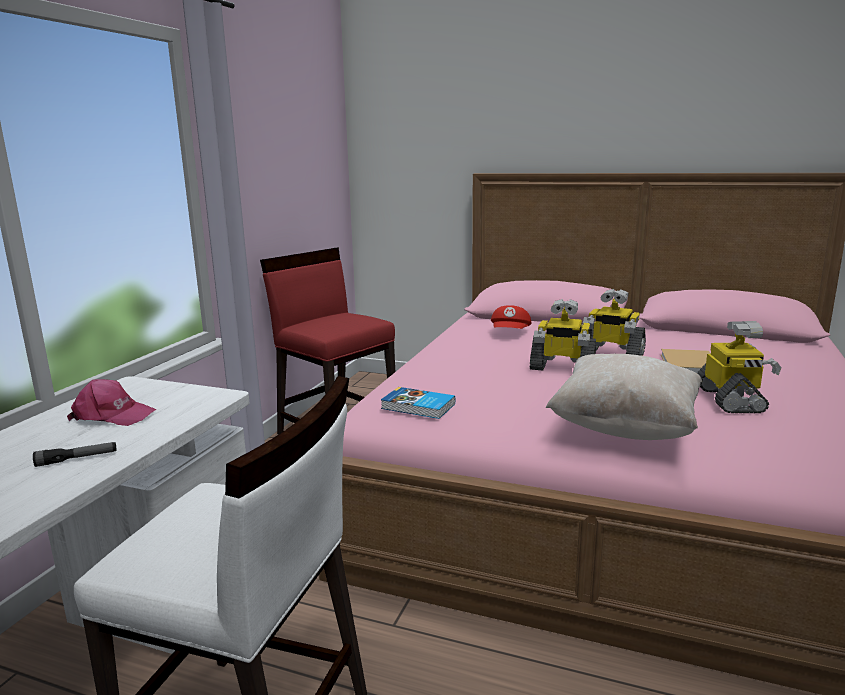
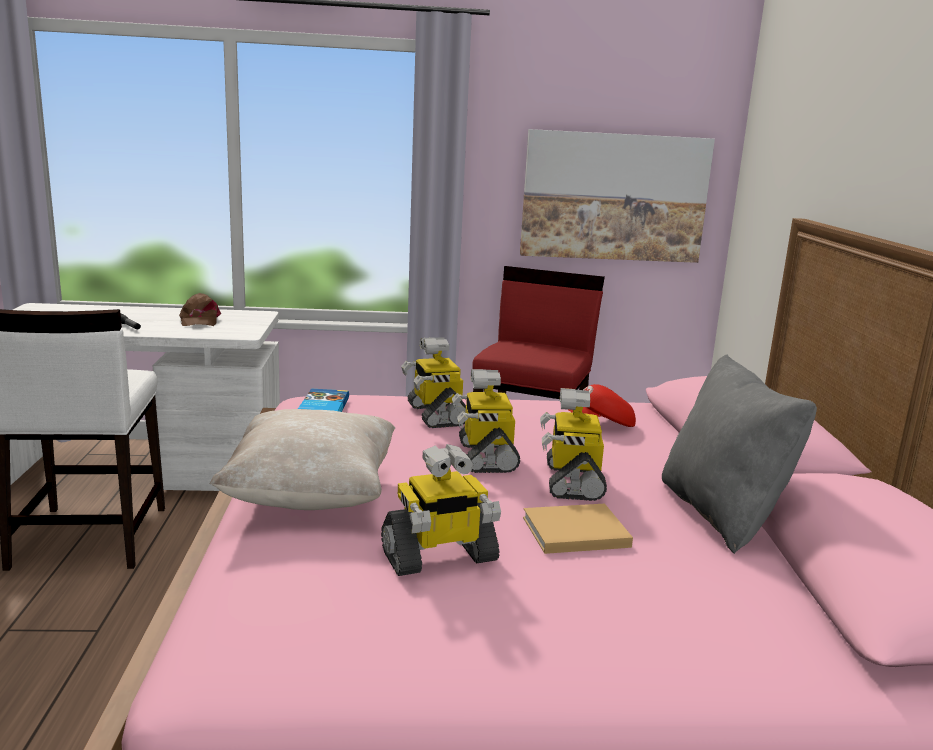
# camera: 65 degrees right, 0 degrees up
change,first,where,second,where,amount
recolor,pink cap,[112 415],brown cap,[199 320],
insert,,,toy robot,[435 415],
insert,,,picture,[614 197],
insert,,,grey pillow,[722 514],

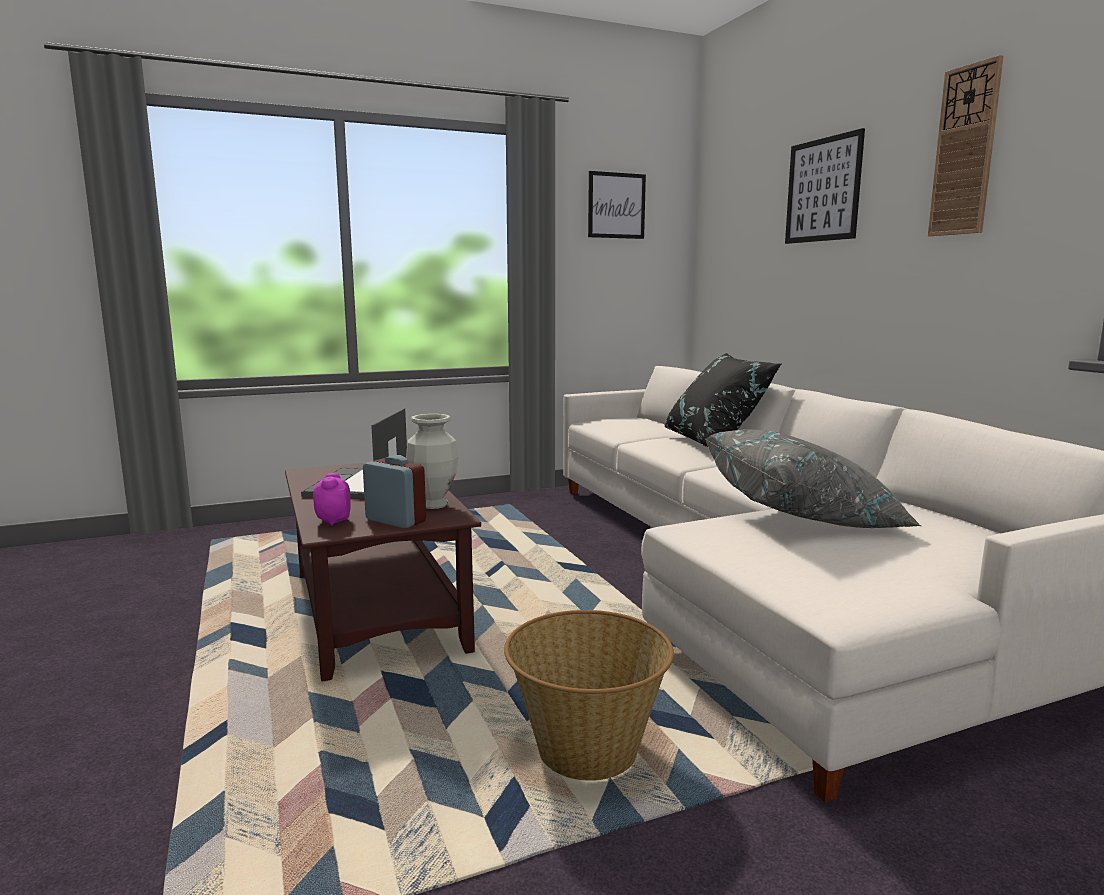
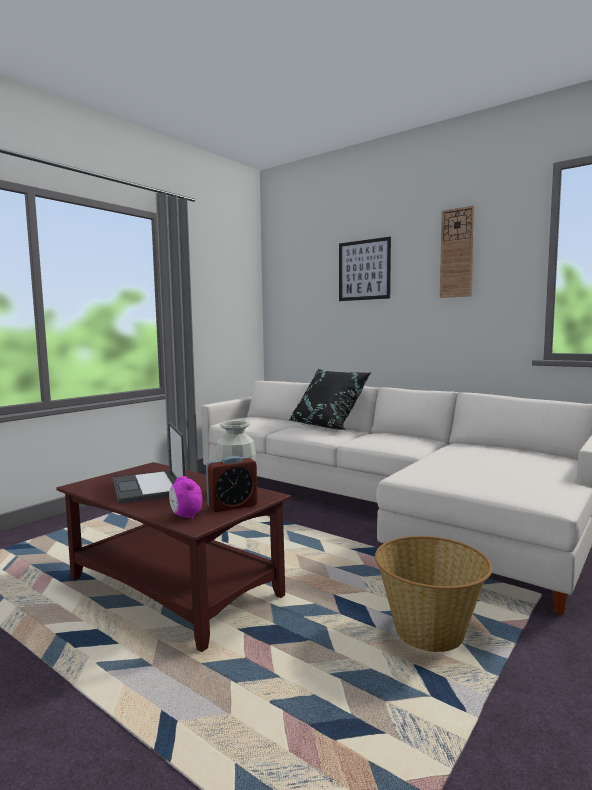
# camera: 30 degrees left, 5 degrees down
change,first,where,second,where,amount
rotate,alarm clock,[395 521],,[232 506],150 degrees clockwise
delete,picture,[616 205],,,
delete,grey pillow,[802 516],,,

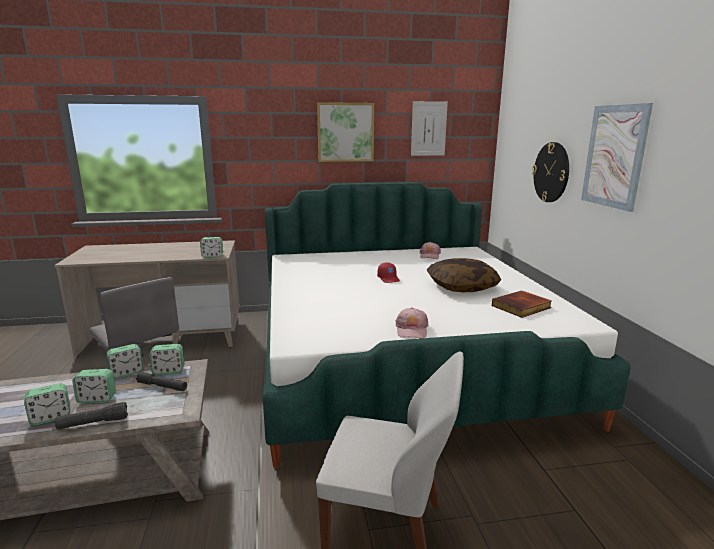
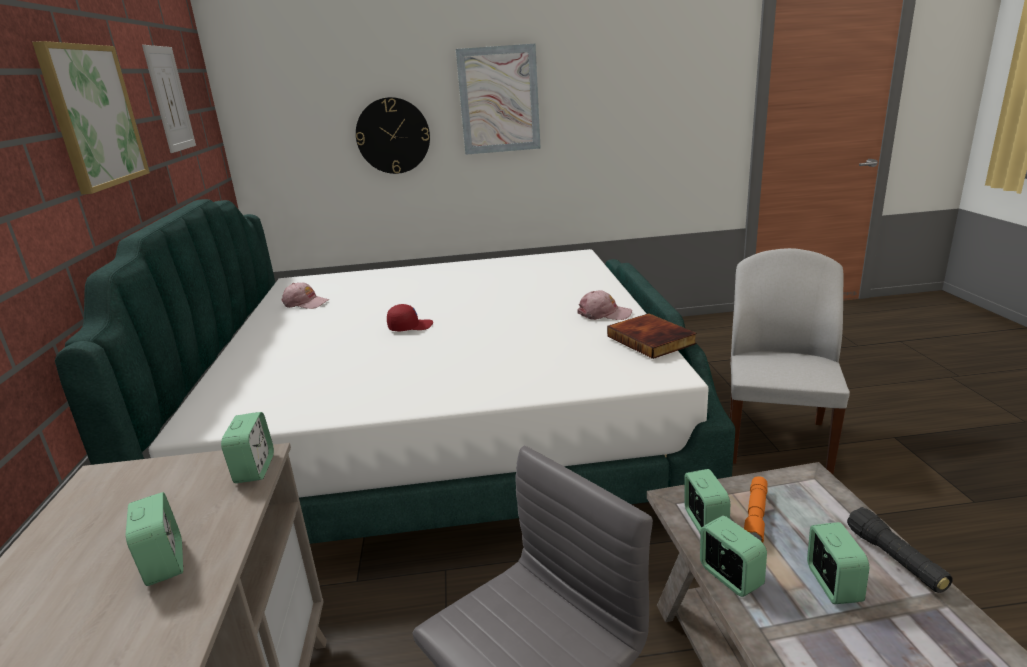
# camera: 85 degrees left, 5 degrees up
change,first,where,second,where,amount
move,alarm clock,[51 417],,[164 563],
move,book,[521 307],,[652 339],
recolor,grey flashlight,[162 386],orange flashlight,[755 516],
delete,pillow,[462 286],,,

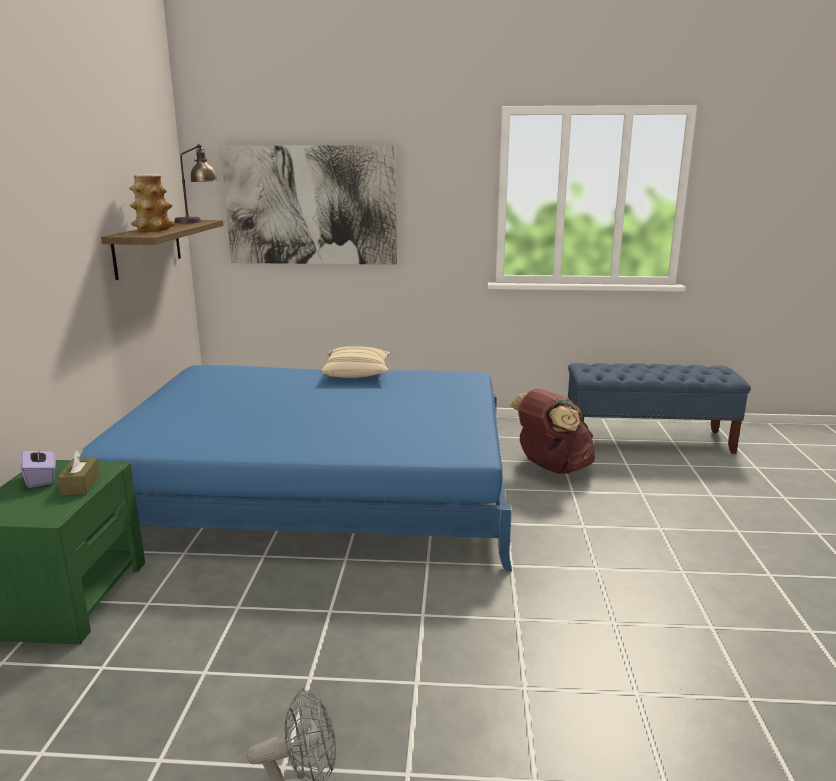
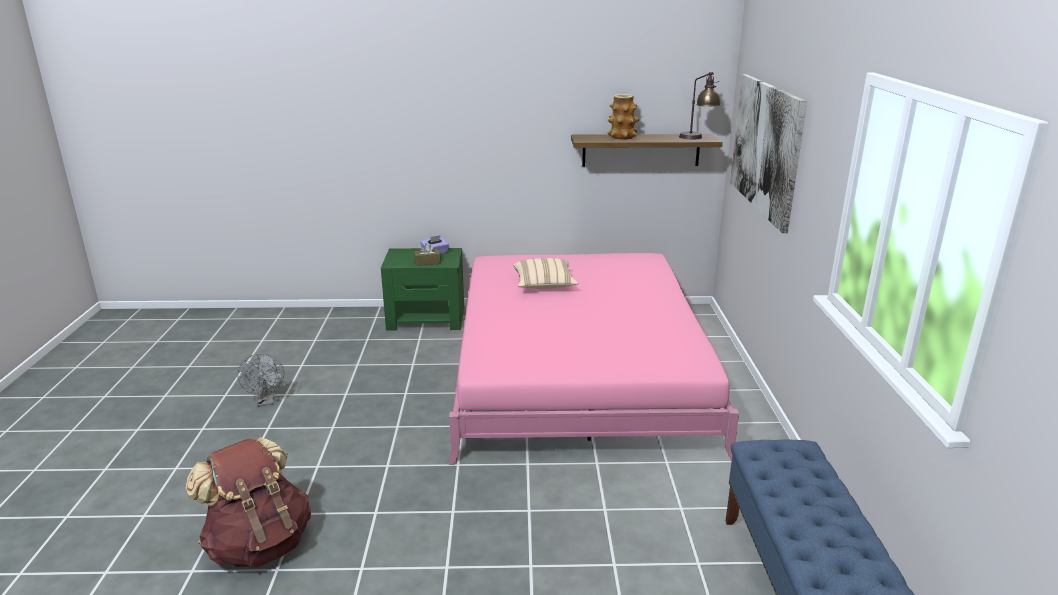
# camera: 85 degrees right, 5 degrees up
change,first,where,second,where,amount
move,brown backpack,[551 467],,[259 544],
recolor,blue bed,[318 485],pink bed,[577 370],
move,beige pillow,[357 375],,[544 285],

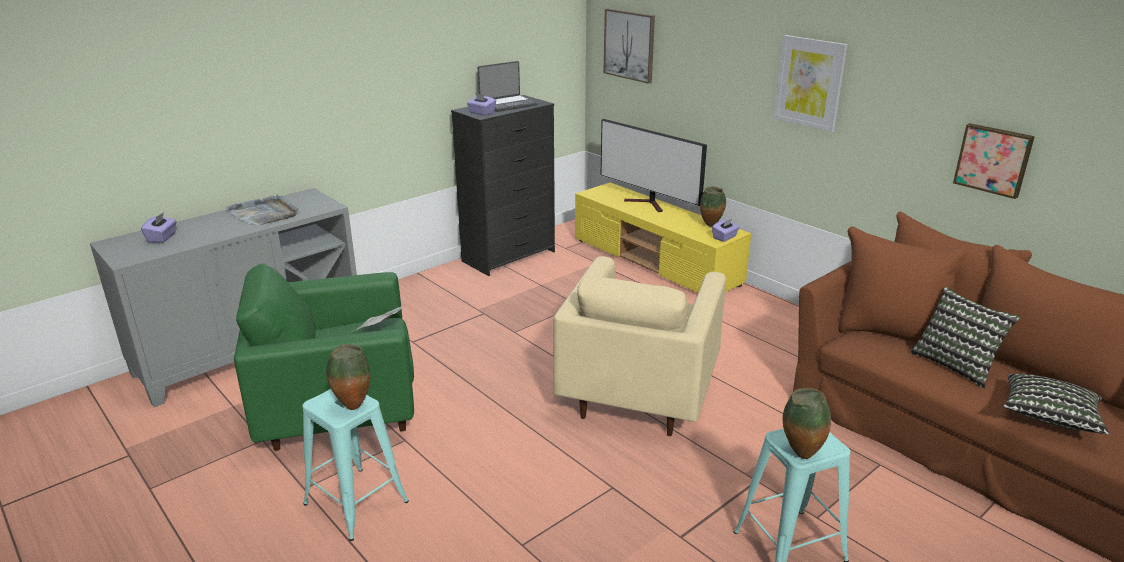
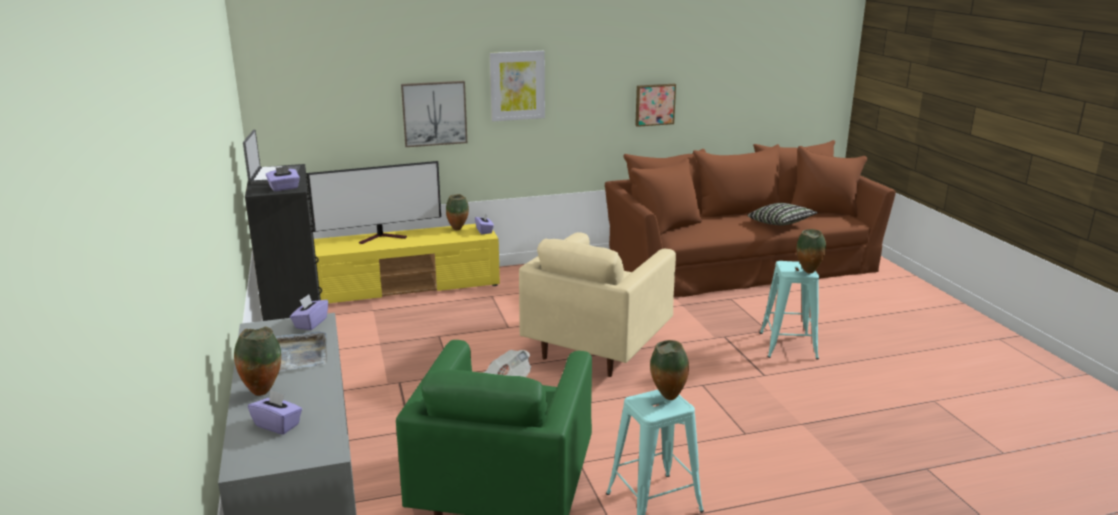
# camera: 65 degrees left, 5 degrees down
change,first,where,second,where,amount
insert,,,vase,[262 392],
insert,,,purple tissue box,[310 323],
move,picture,[629 45],,[434 113],
rotate,beige armchair,[638 393],,[597 346],75 degrees clockwise
delete,pillow,[956 364],,,

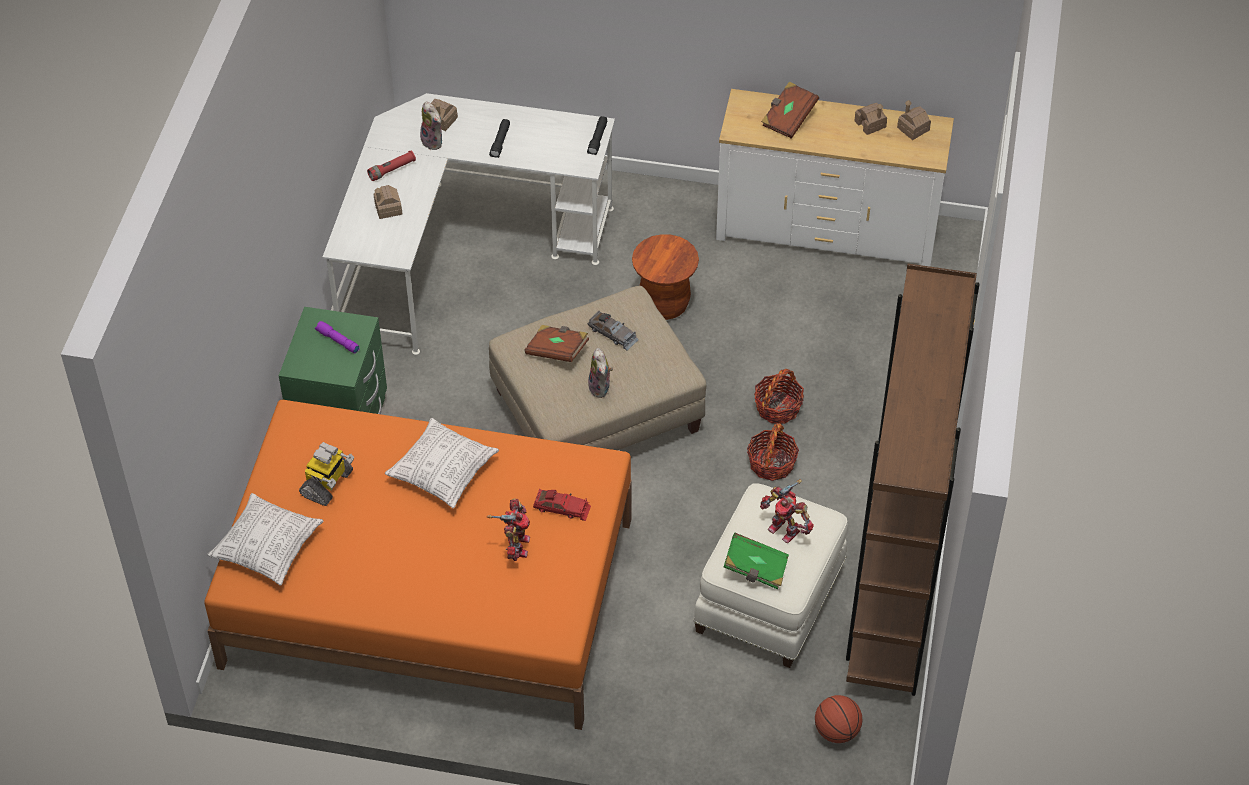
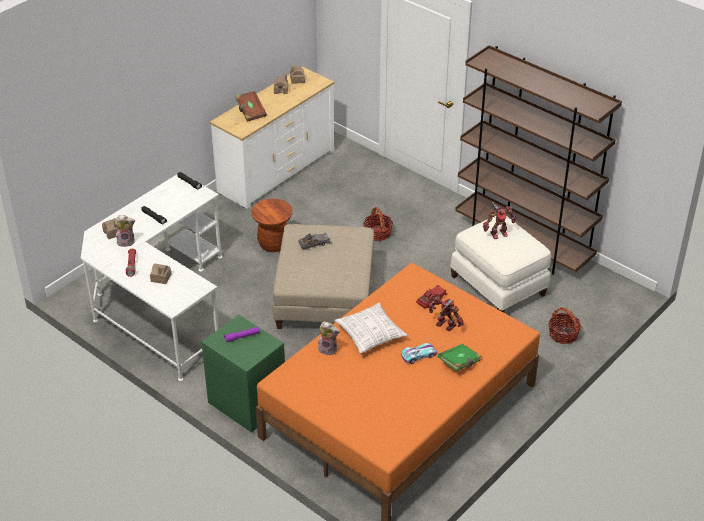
# camera: 60 degrees left, 10 degrees down
change,first,where,second,where,amount
move,plush toy,[601 388],,[328 349],
insert,,,toy car,[419 355],
move,green book,[755 569],,[459 363],
move,basket,[771 464],,[563 334],
delete,pillow,[268 547],,,
delete,toy robot,[327 484],,,
delete,brown book,[557 351],,,
delete,basketball,[837 731],,,

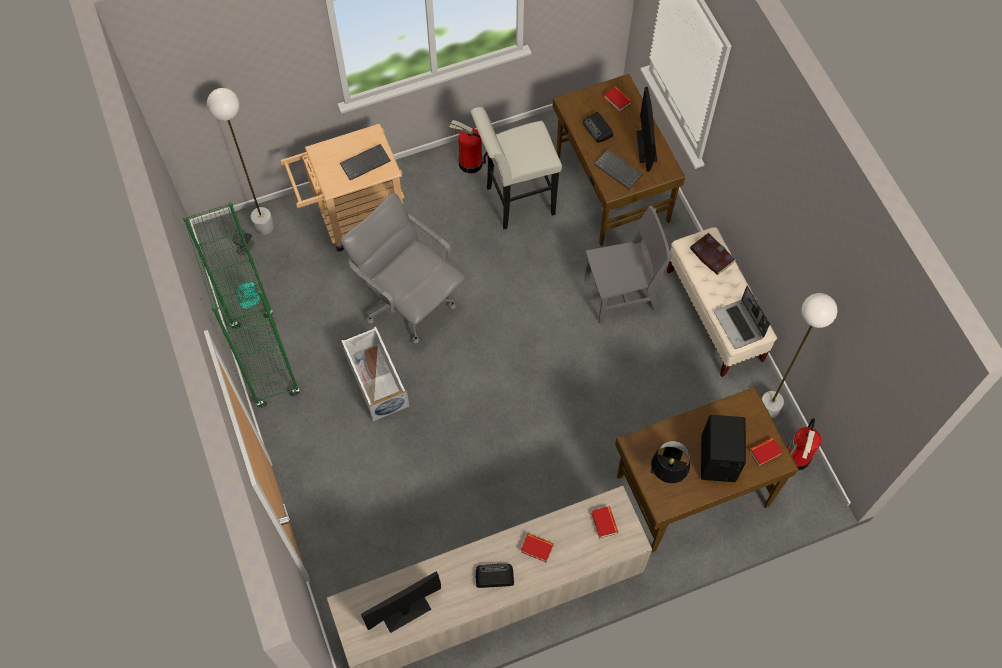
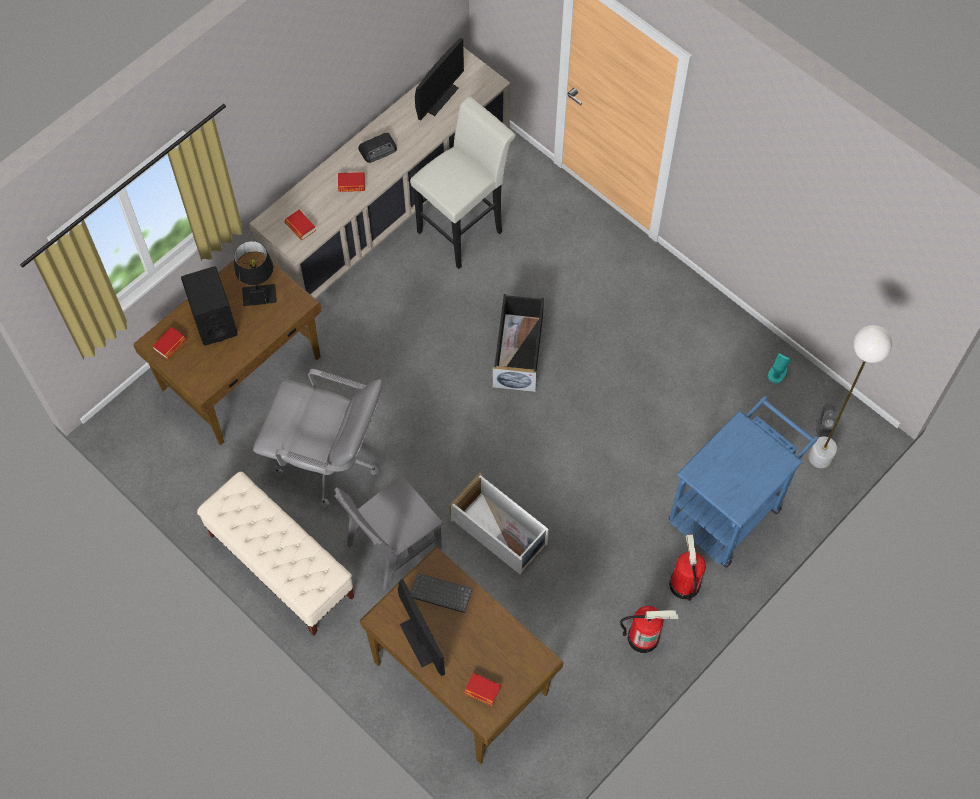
# camera: 155 degrees right, 0 degrees up
change,first,where,second,where,amount
move,grey office chair,[409 301],,[328 460],
move,white stool,[515 202],,[464 228],
move,white storage box,[376 380],,[500 532],
insert,,,black storage box,[518 351],
recolor,beige cart,[354 219],blue cart,[730 508],
move,fire extinguisher,[797 457],,[684 584],
delete,green bookcase,[265 360],,,
delete,keyboard,[365 162],,,
delete,radio,[598 129],,,
delete,book,[711 255],,,
delete,laptop,[739 325],,,
delete,white floor lamp,[768 409],,,

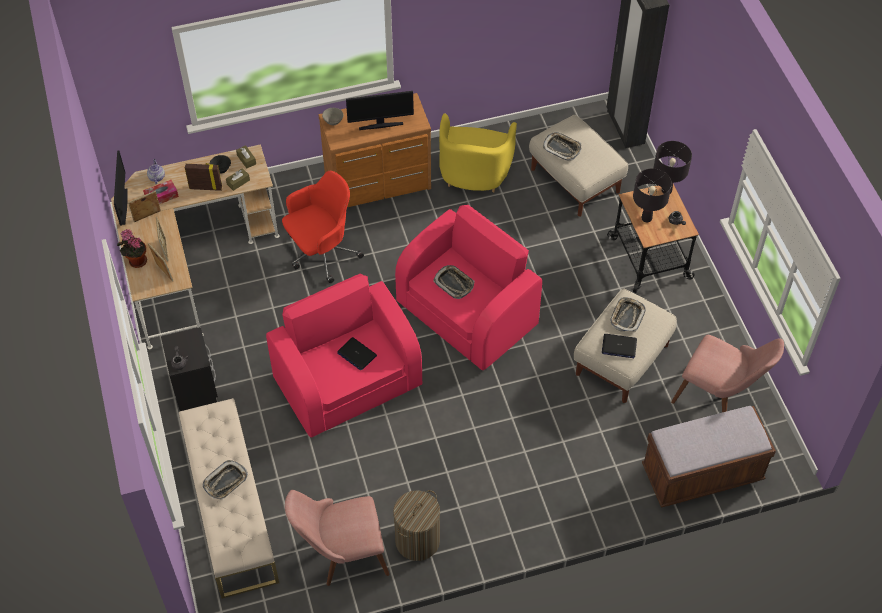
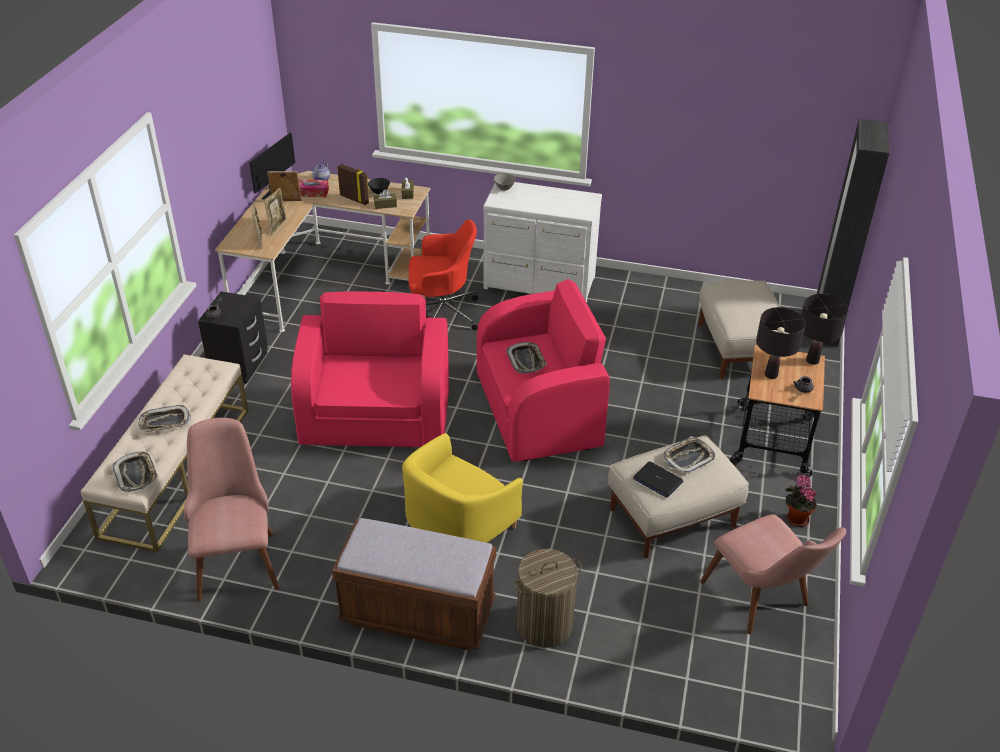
# camera: 30 degrees right, 15 degrees down
change,first,where,second,where,amount
move,tray,[562 148],,[136 474],
rotate,pink chair,[341 554],,[236 556],60 degrees clockwise
move,brown bench,[702 474],,[417 614],
move,yellow armchair,[474 173],,[457 526],
recolor,brown dresser,[379 184],white dresser,[539 284],
move,laundry basket,[417 541],,[544 625],
move,potted plant,[136 261],,[795 518],
delete,laptop,[356 354],,,
delete,monitor,[380 125],,,

